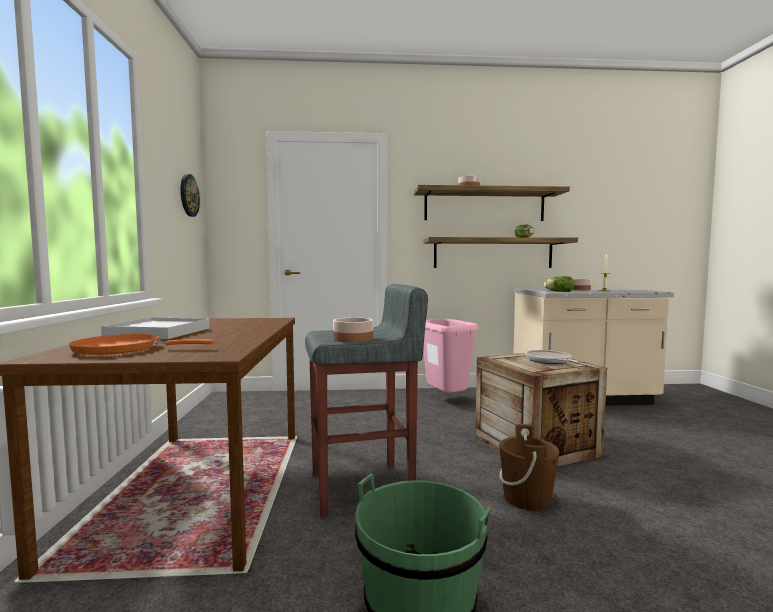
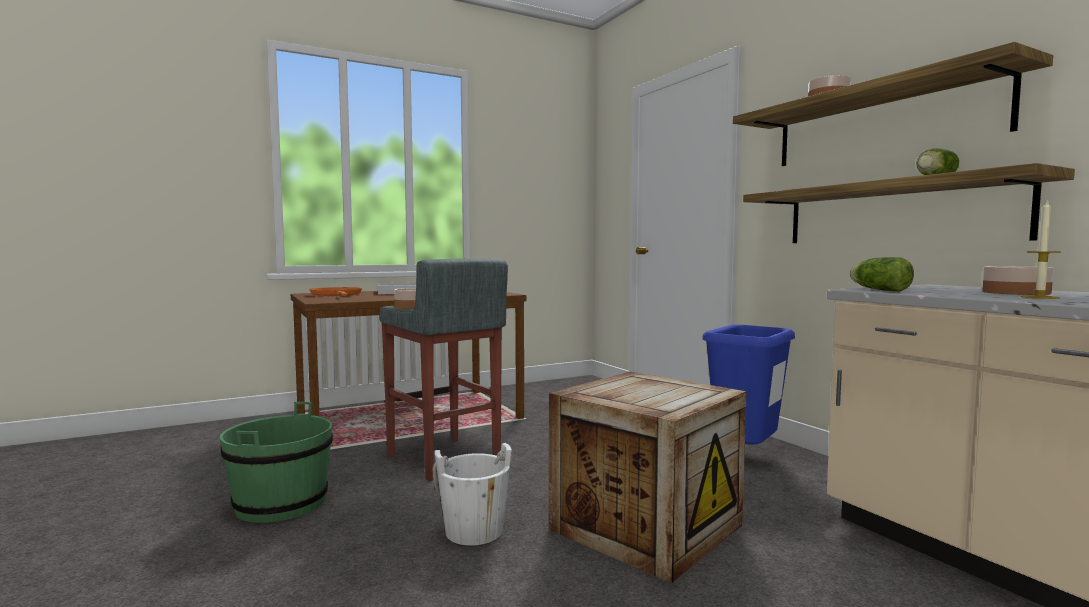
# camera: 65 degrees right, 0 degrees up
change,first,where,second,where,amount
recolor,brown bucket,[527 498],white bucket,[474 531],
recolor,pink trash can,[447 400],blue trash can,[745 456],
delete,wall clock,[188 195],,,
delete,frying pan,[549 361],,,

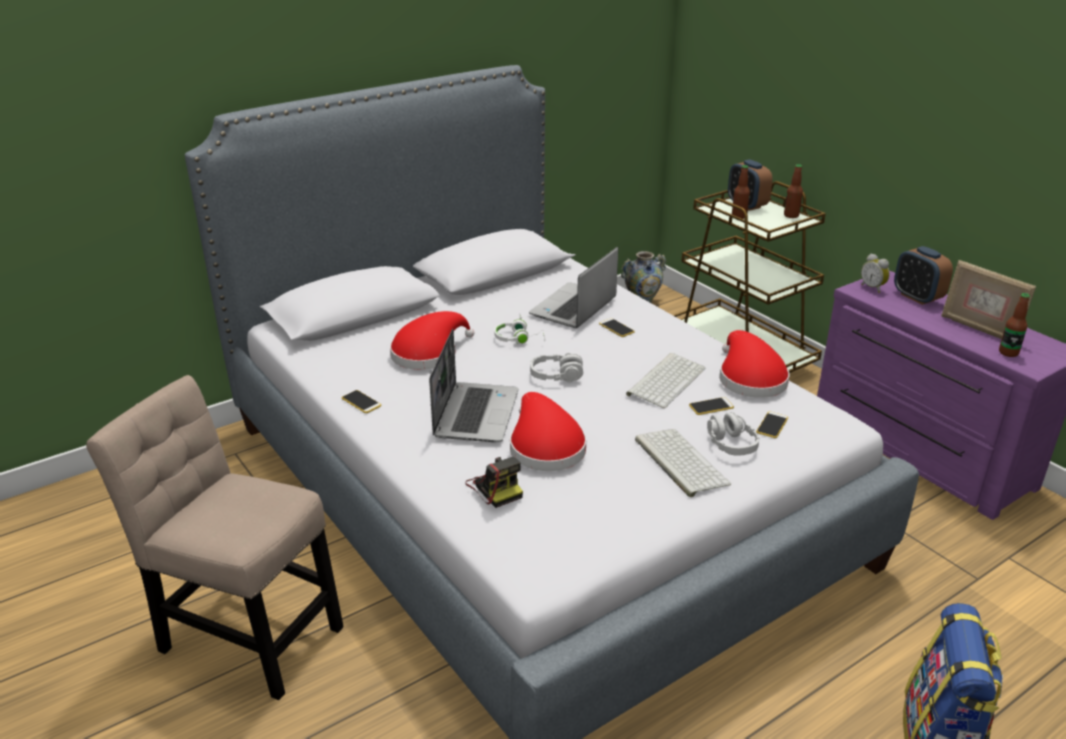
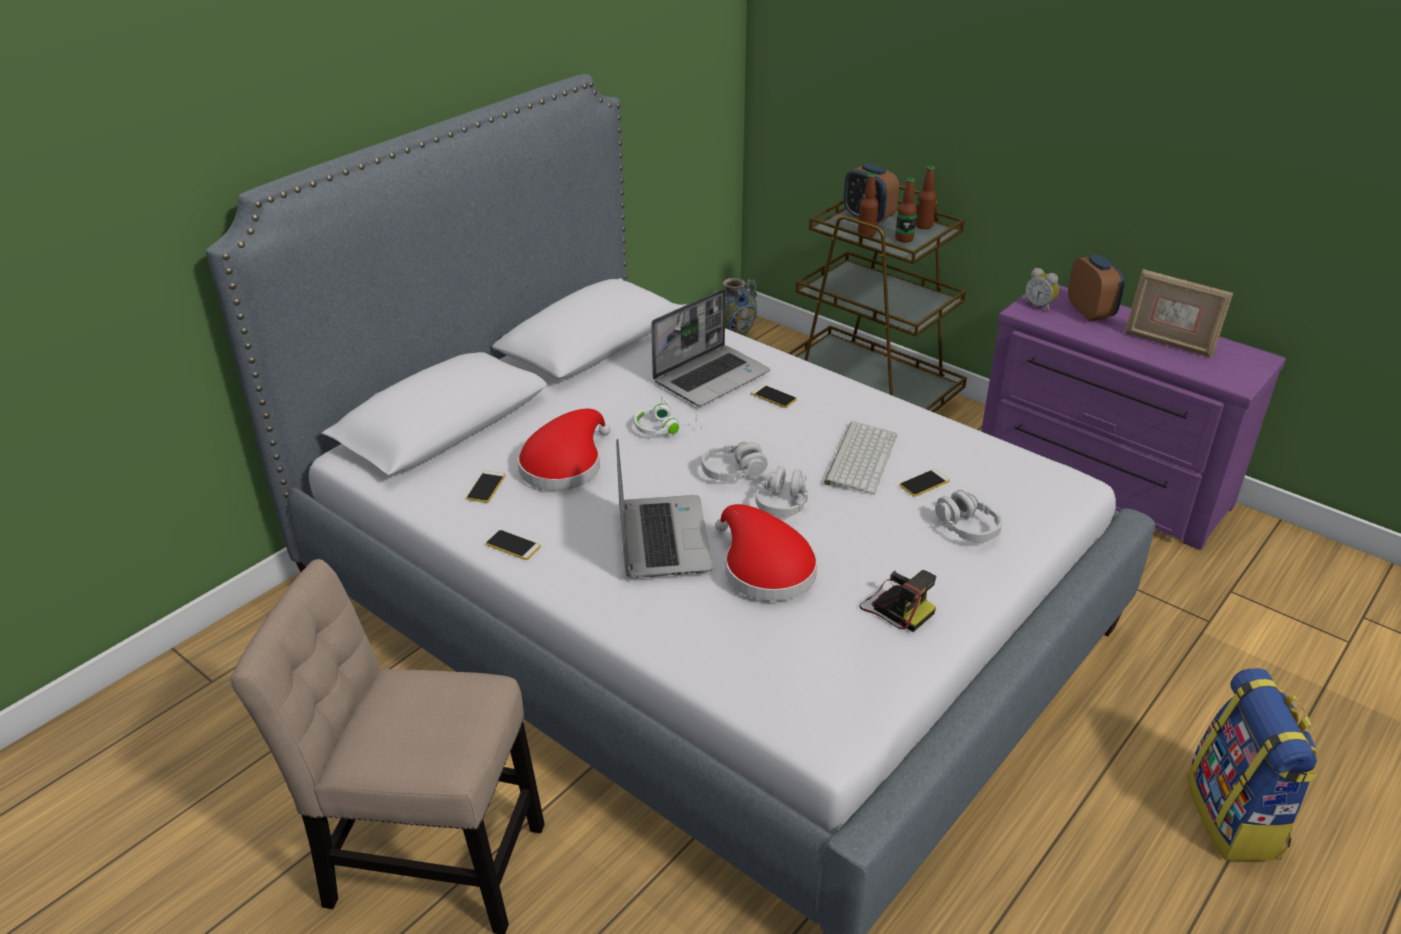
# camera: 15 degrees left, 5 degrees up
change,first,where,second,where,amount
move,phone,[772 425],,[486 487],
rotate,laptop,[574 308],,[711 377],150 degrees counterclockwise
insert,,,grey headphones,[782 502],
move,photo camera,[495 488],,[896 607],
move,bottle,[1008 353],,[904 239],
rotate,alarm clock,[917 297],,[1090 312],150 degrees counterclockwise
delete,keyboard,[679 461],,,
delete,red hat,[749 378],,,

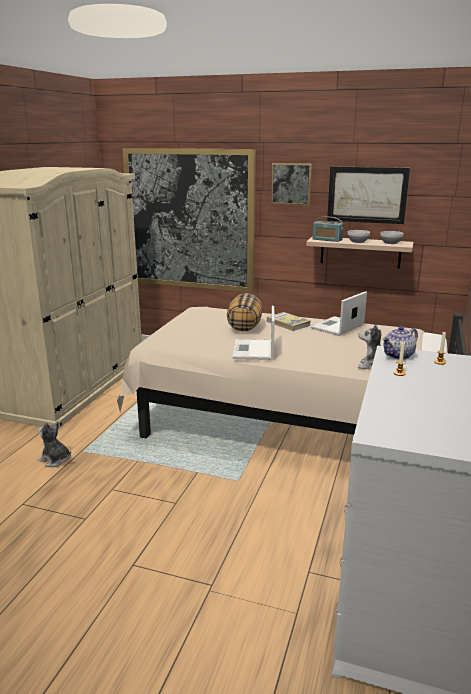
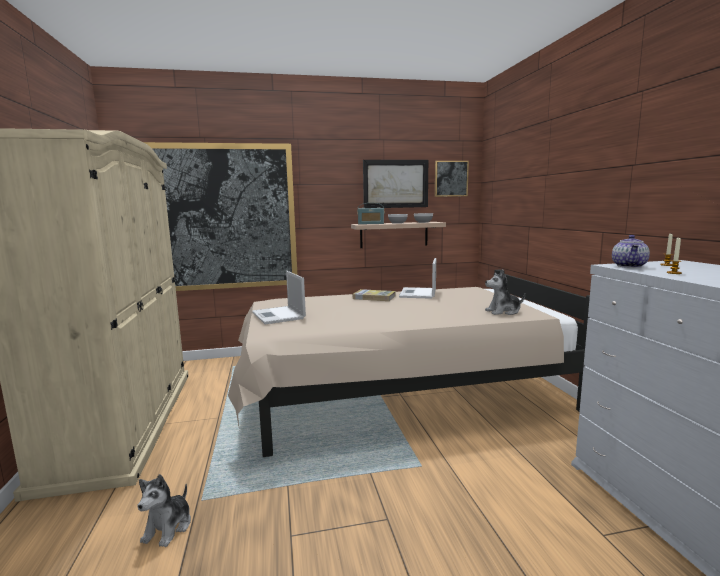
# camera: 30 degrees left, 10 degrees down
change,first,where,second,where,amount
rotate,plush toy,[55 460],,[168 528],75 degrees counterclockwise
move,laptop,[253 350],,[279 316],
move,picture,[291 184],,[451 178],
delete,pillow,[244 327],,,

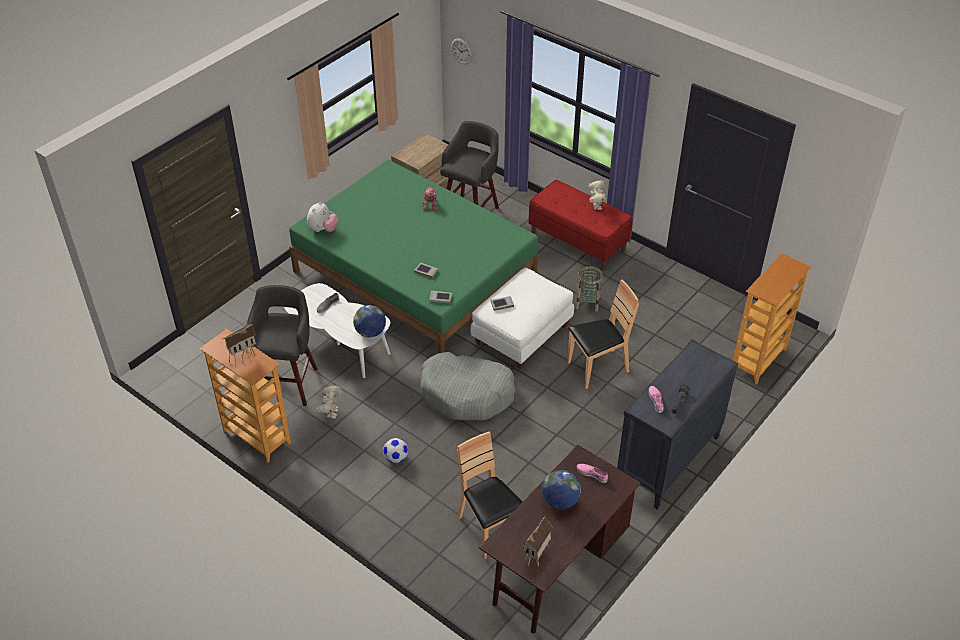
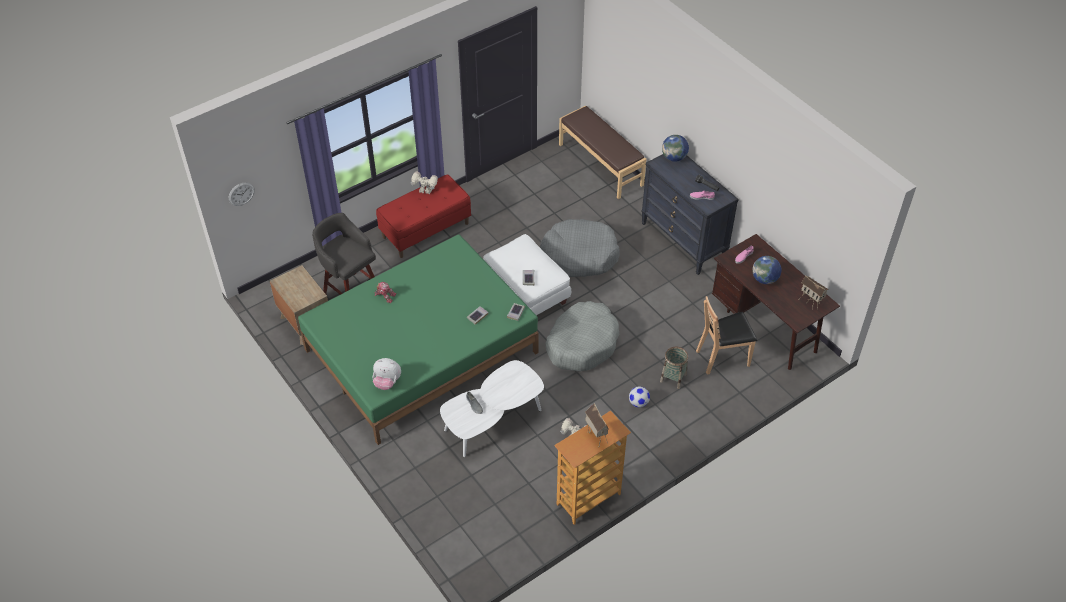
# camera: 75 degrees left, 5 degrees up
change,first,where,second,where,amount
rotate,plush toy,[323 229],,[387 382],150 degrees clockwise
replace,brown chair,[597 368],grey dog bed,[579 255],
replace,bookcase,[759 360],brown bench,[601 164],
move,basket,[587 302],,[673 378],
move,globe,[370 332],,[674 158],
delete,grey stool,[288 383],,,

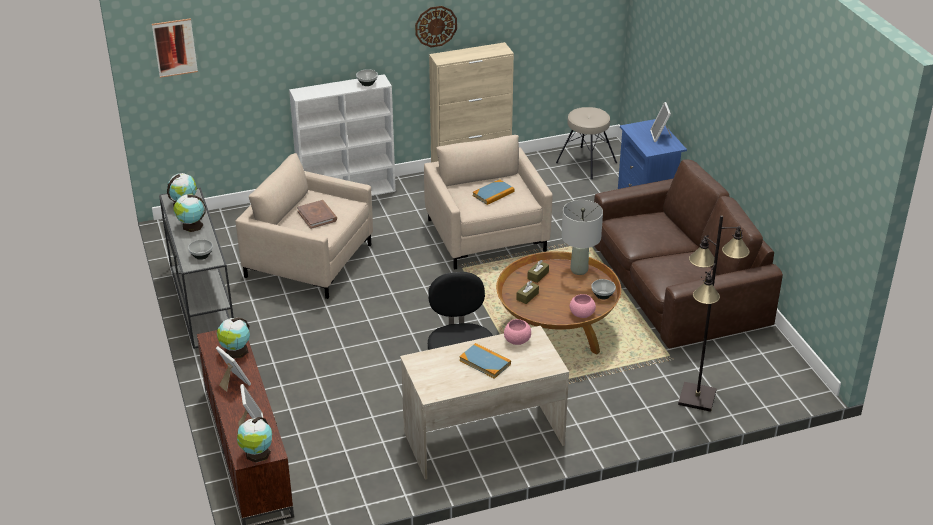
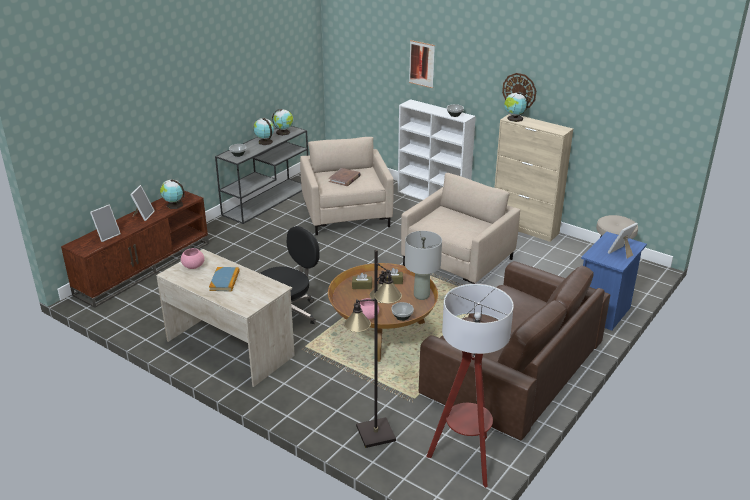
# camera: 55 degrees right, 5 degrees down
change,first,where,second,where,amount
move,pink bowl,[516 340],,[193 266],
move,picture,[175 48],,[421 64],
insert,,,floor lamp,[466 459],
move,globe,[257 454],,[514 119],
delete,book,[493 194],,,

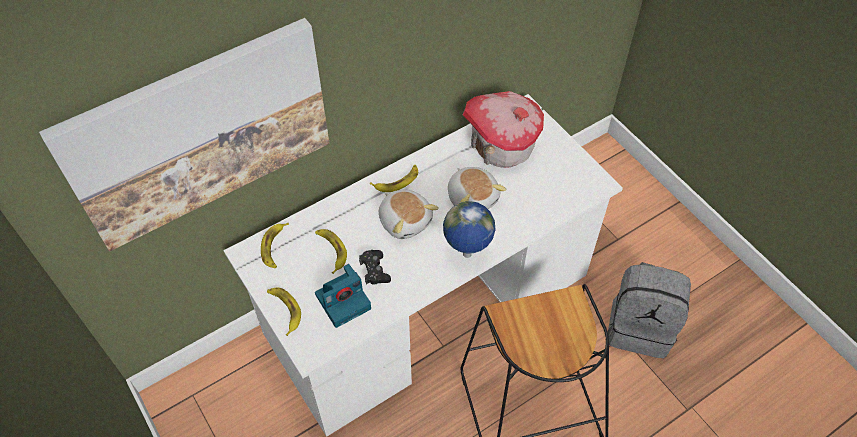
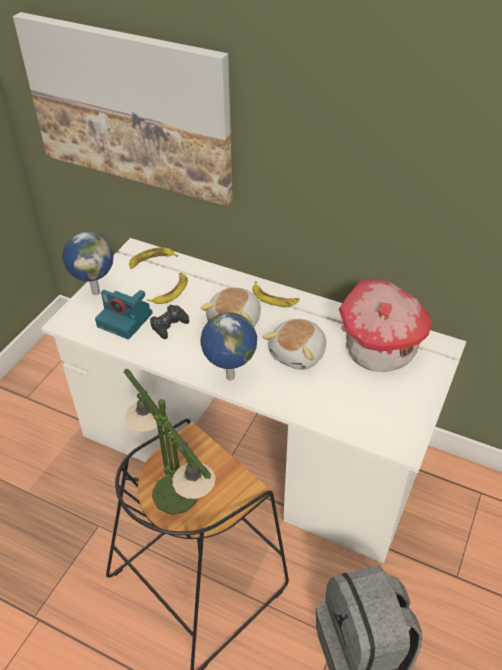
# camera: 60 degrees right, 10 degrees down
change,first,where,second,where,amount
replace,banana,[284 310],globe,[96 292],
insert,,,table lamp,[176 494],

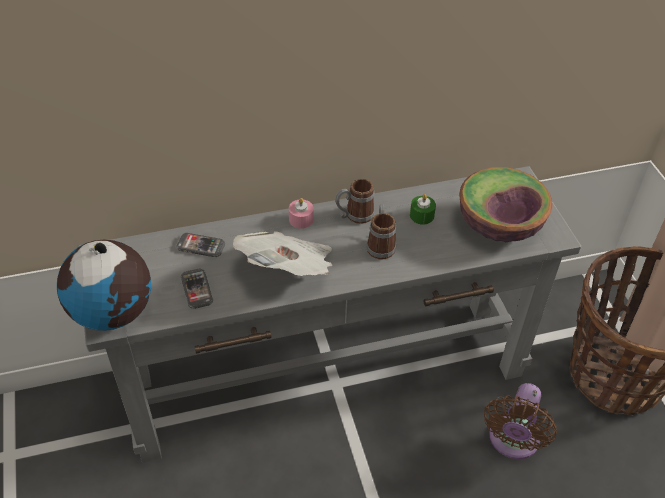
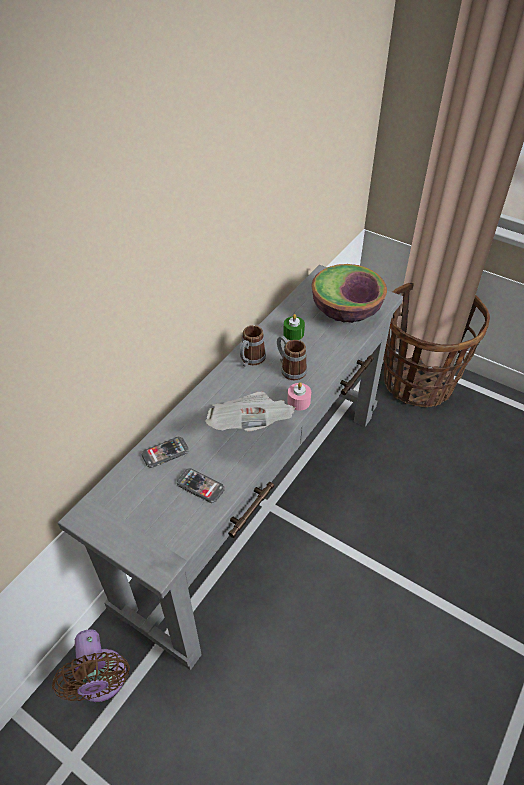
# camera: 40 degrees left, 0 degrees up
change,first,where,second,where,amount
move,brown fan,[512 441],,[101 681],
move,pink candle,[301 219],,[298 401],
delete,globe,[113 313],,,

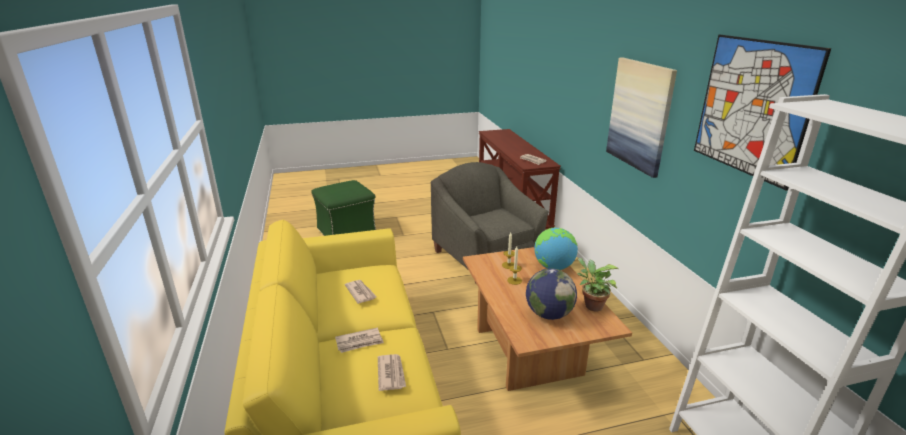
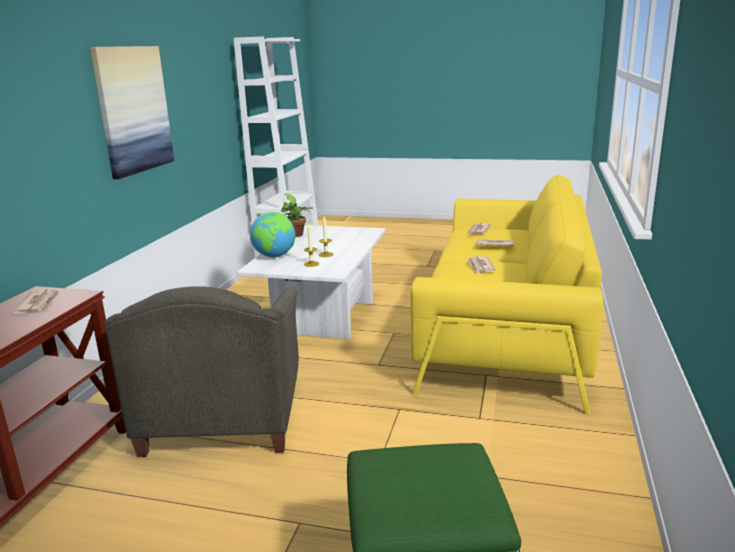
# camera: 150 degrees left, 5 degrees down
change,first,where,second,where,amount
recolor,brown coffee table,[531 351],white coffee table,[322 316],
delete,globe,[549 314],,,
delete,picture,[752 107],,,

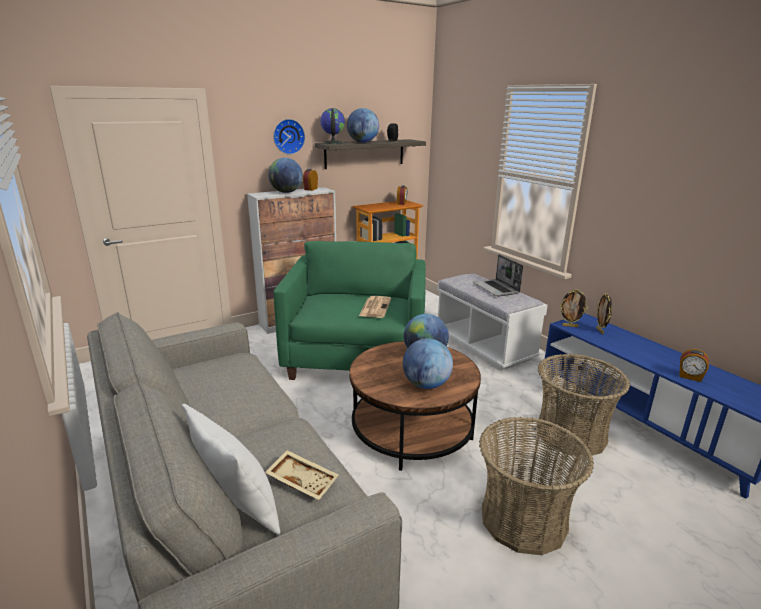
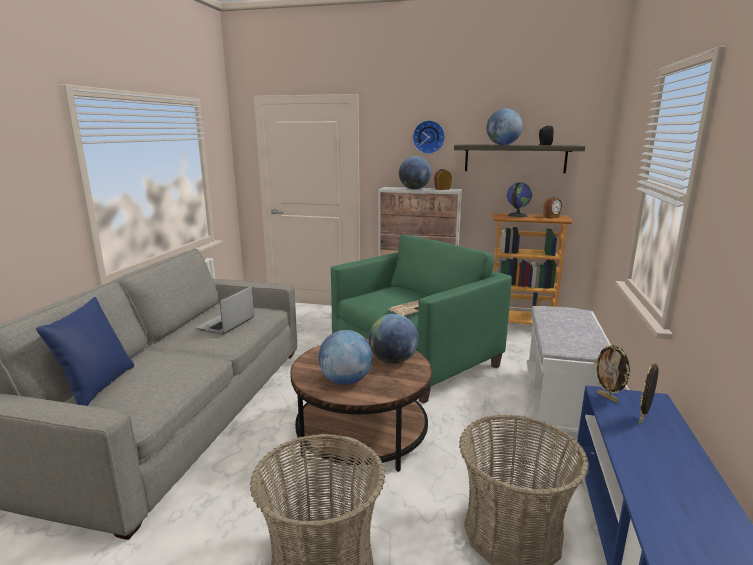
# camera: 45 degrees right, 5 degrees down
change,first,where,second,where,amount
recolor,white pillow,[237 508],blue pillow,[97 387],
move,laptop,[497 289],,[226 324],
move,globe,[332 143],,[517 215],
delete,beige tray,[303 480],,,
delete,alarm clock,[690 377],,,

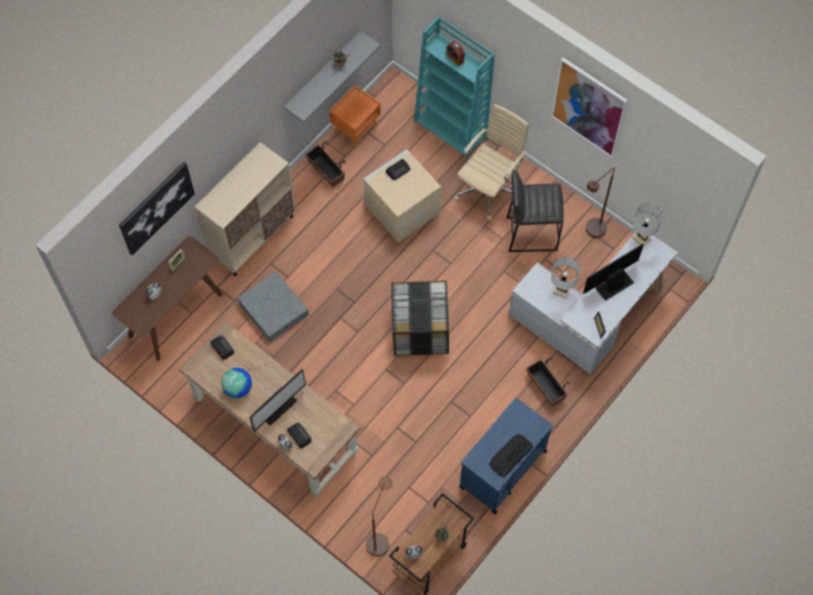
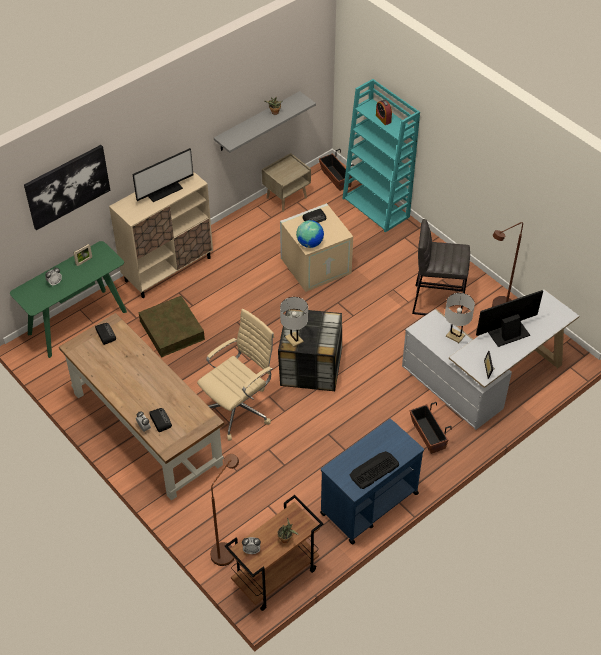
# camera: 10 degrees right, 15 degrees down
change,first,where,second,where,amount
recolor,brown console table,[175 315],green console table,[77 322],
move,monitor,[277 406],,[163 190],
recolor,grey storage box,[273 309],brown storage box,[172 330],
move,beige office chair,[489 188],,[239 408],
recolor,orange nightstand,[356 128],beige nightstand,[286 197],
move,white table lamp,[641 238],,[294 339],
move,globe,[238 388],,[310 243],
move,planter,[326 171],,[335 178],
delete,picture,[589 107],,,

